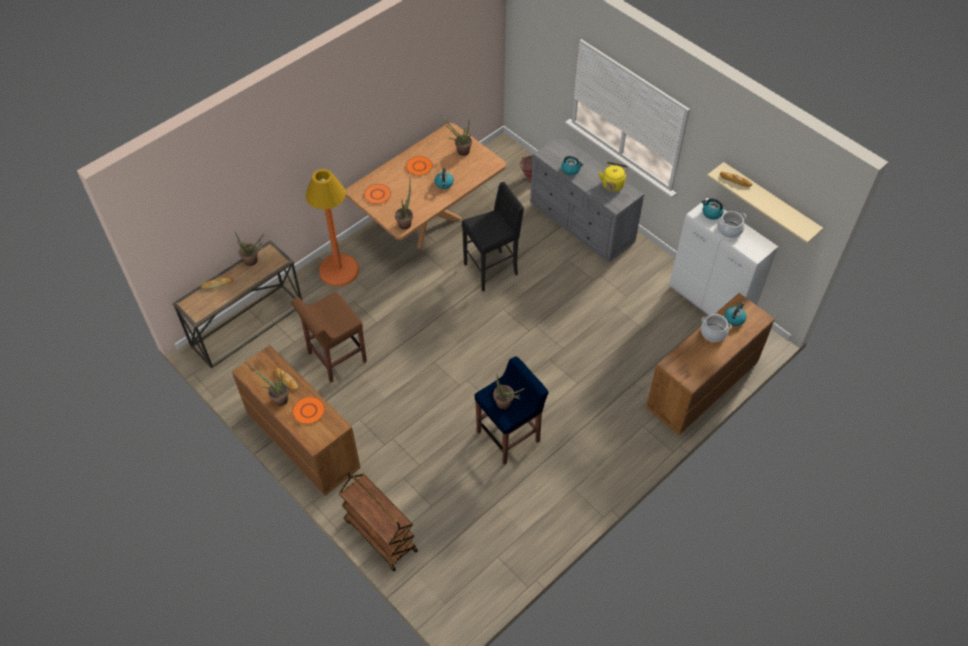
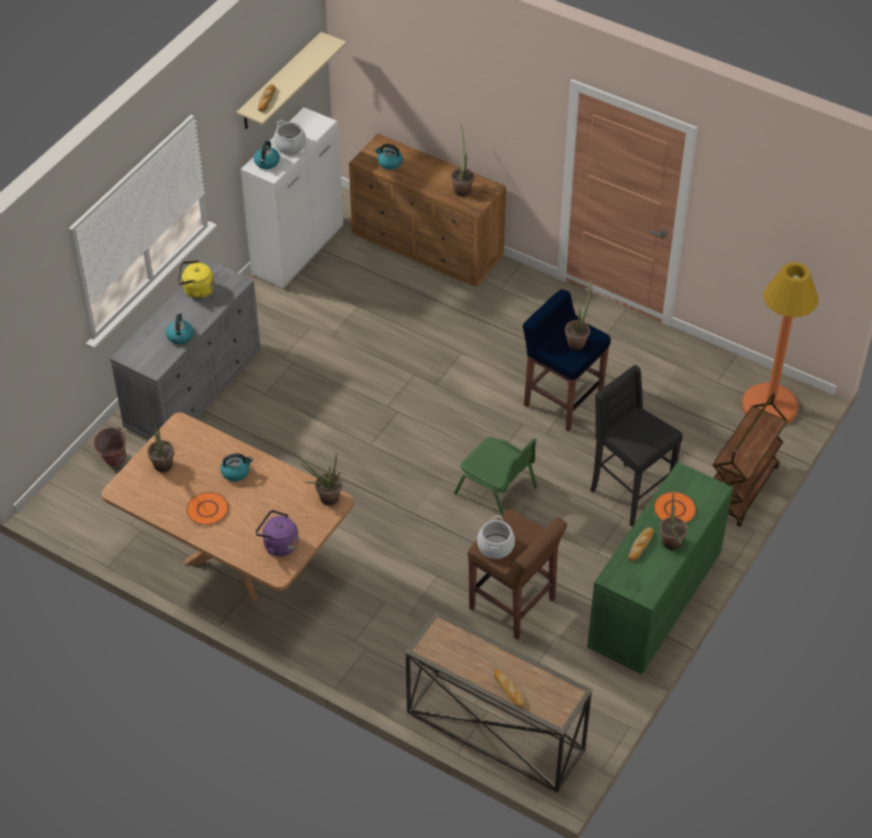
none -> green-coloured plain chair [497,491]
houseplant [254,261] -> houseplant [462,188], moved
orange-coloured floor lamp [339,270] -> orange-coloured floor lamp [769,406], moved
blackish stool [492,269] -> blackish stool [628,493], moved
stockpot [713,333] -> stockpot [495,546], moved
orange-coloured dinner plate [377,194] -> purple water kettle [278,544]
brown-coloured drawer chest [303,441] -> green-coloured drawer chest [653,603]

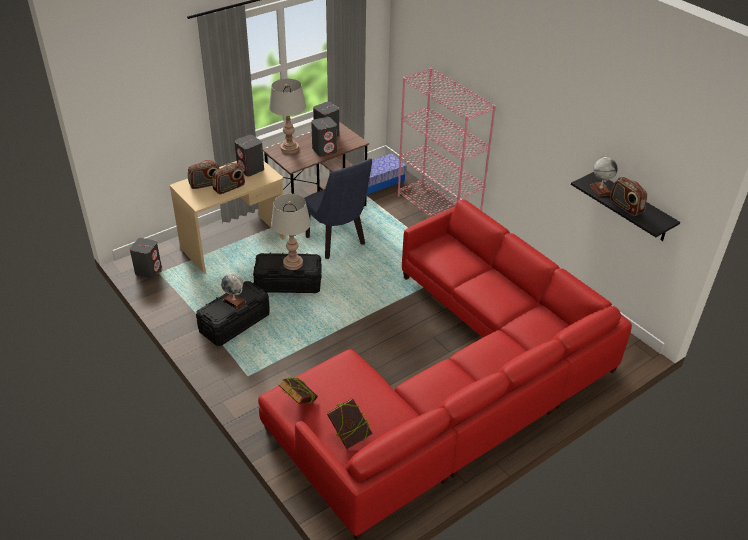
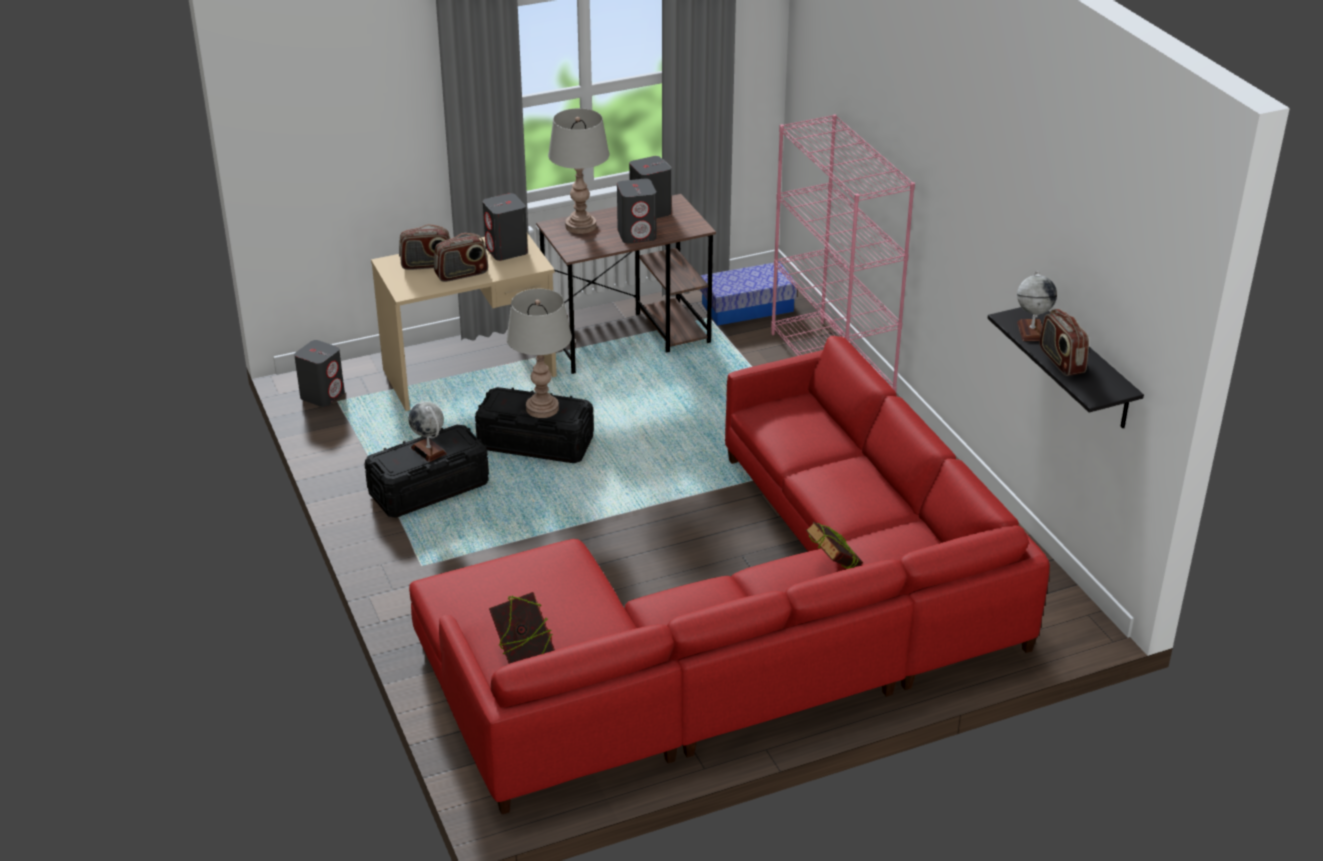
blue-coloured plain chair [338,243] -> none
bound book [299,403] -> bound book [832,569], moved

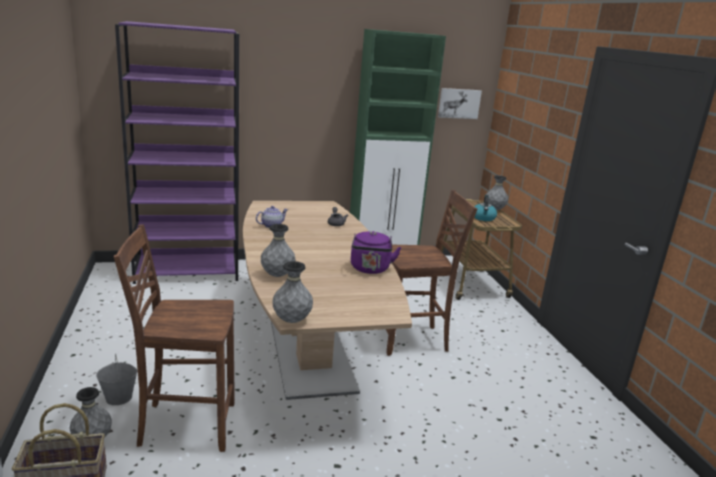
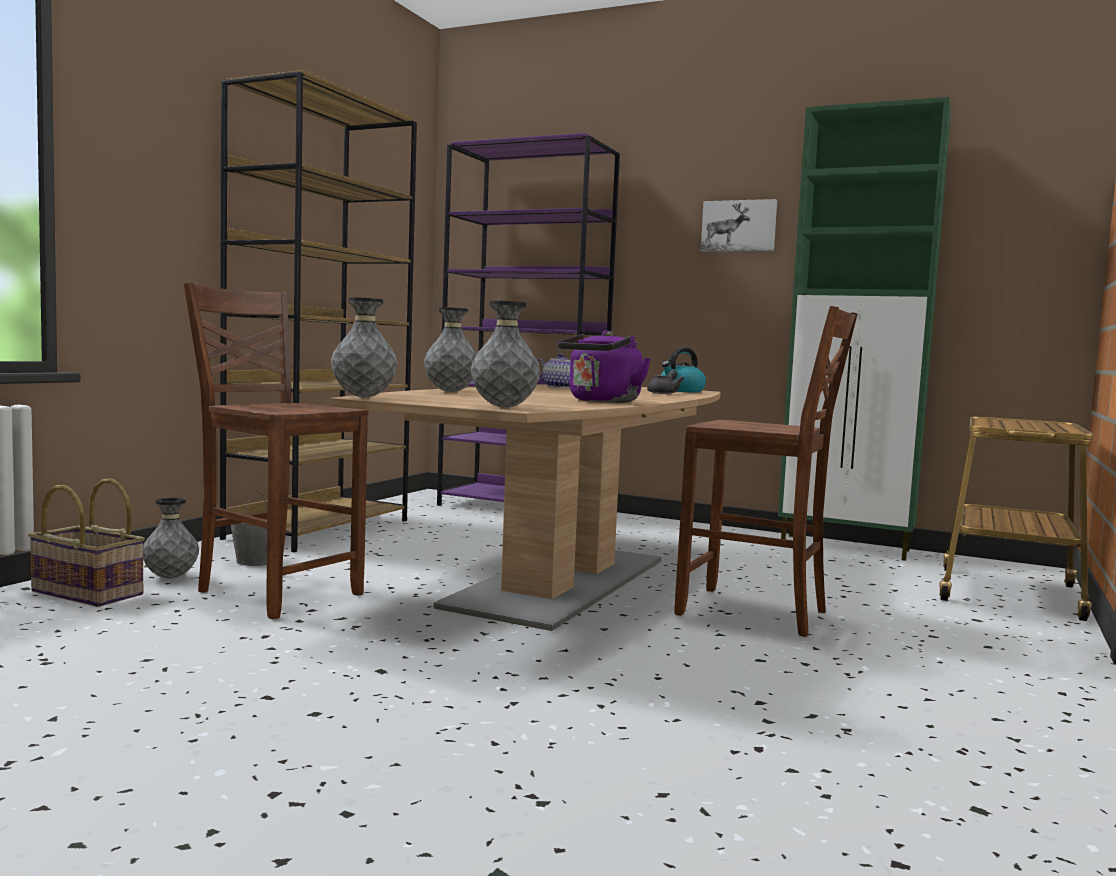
none -> brown-coloured bookshelf [319,529]
wall picture [458,103] -> wall picture [739,226], moved
water kettle [483,218] -> water kettle [681,391], moved
greyish vase [494,209] -> greyish vase [504,407], moved

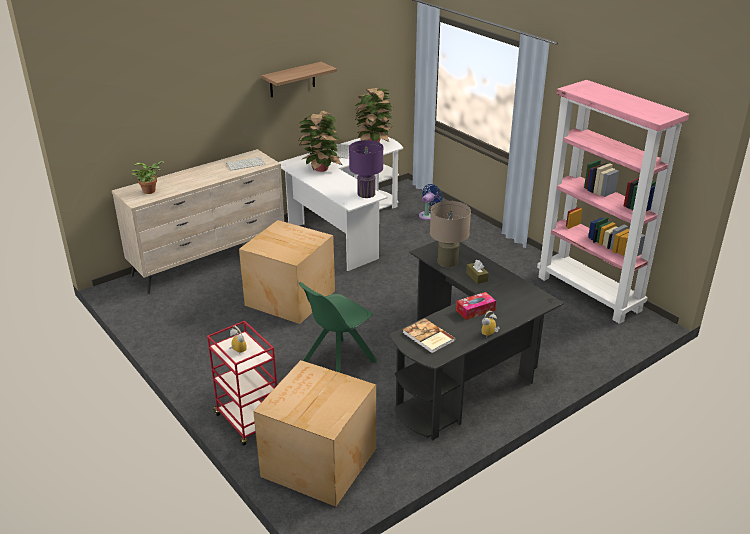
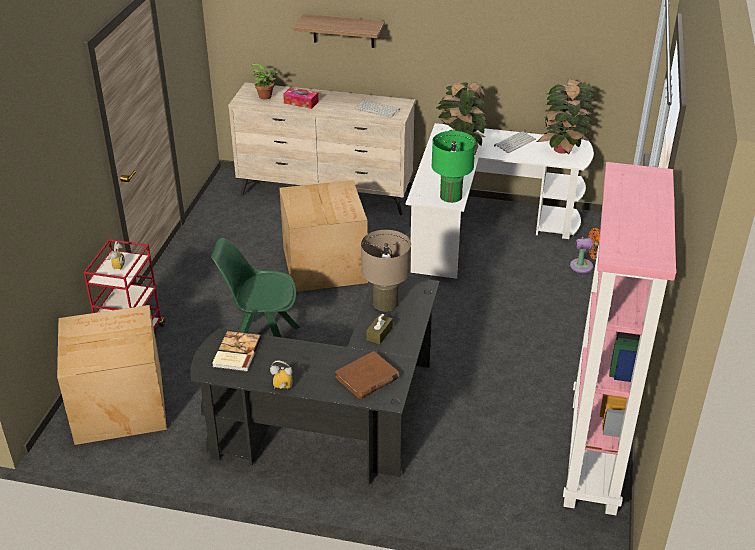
none -> brown-coloured bound book [367,378]
bracket shelf [292,80] -> bracket shelf [343,31], moved
box of tissues [475,310] -> box of tissues [301,102], moved
purple lamp for a table [366,194] -> green-coloured lamp for a table [451,196]
blue-coloured electric fan [428,215] -> orange-coloured electric fan [584,266]

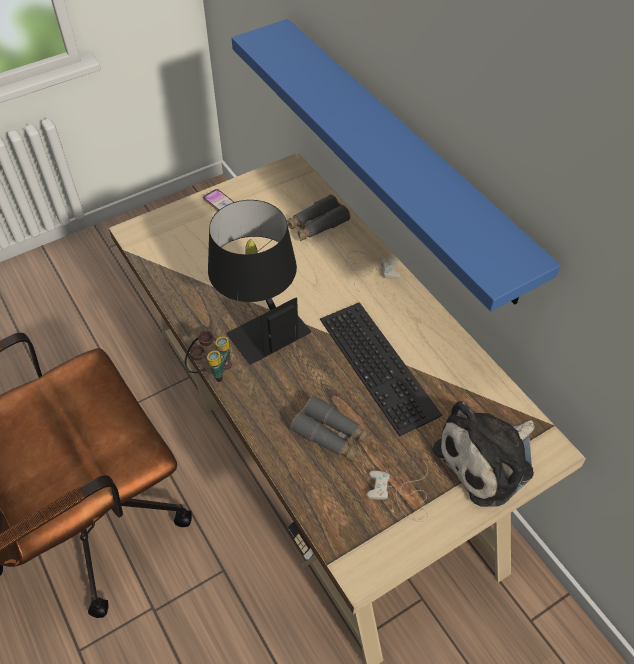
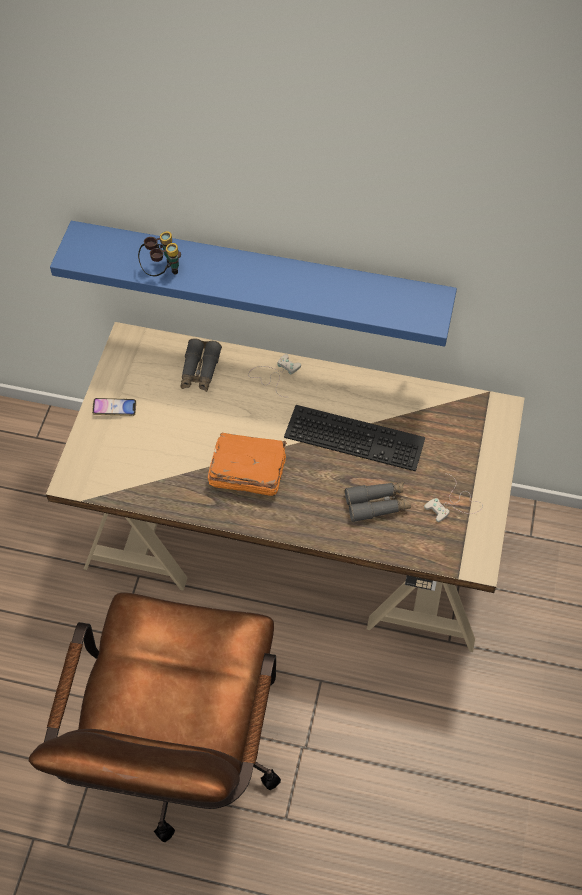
soft toy [488,459] -> none
field glasses [211,369] -> field glasses [162,271], moved
blackish lamp for a table [259,322] -> orange-coloured bound book [247,471]

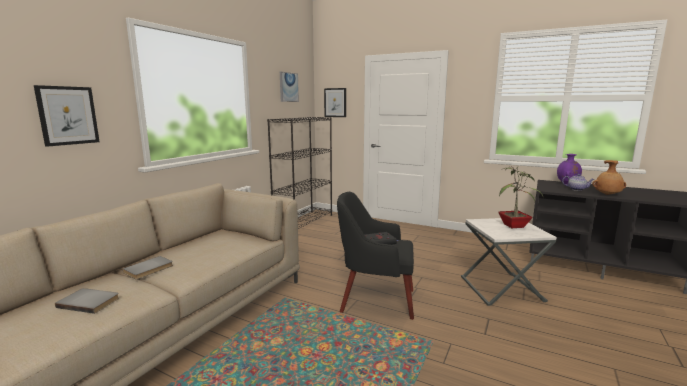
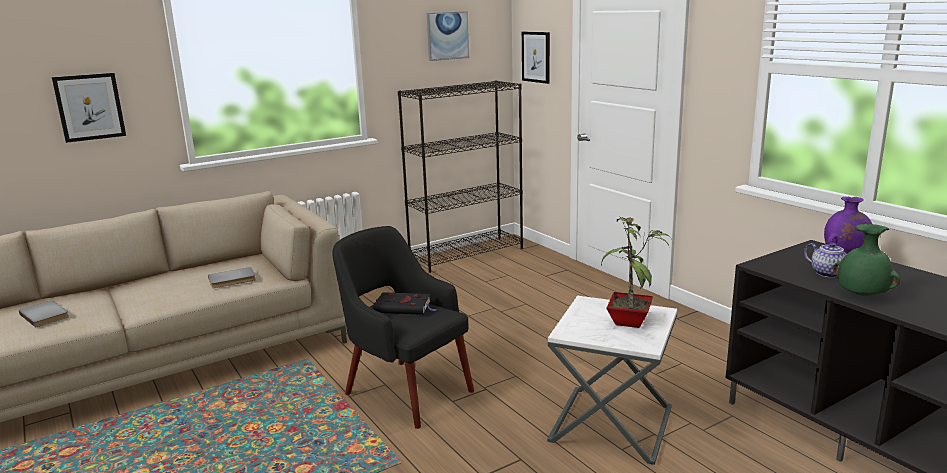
greyish bound book [149,269] -> greyish bound book [232,280], moved
brown-coloured vase [607,195] -> green-coloured vase [861,295]

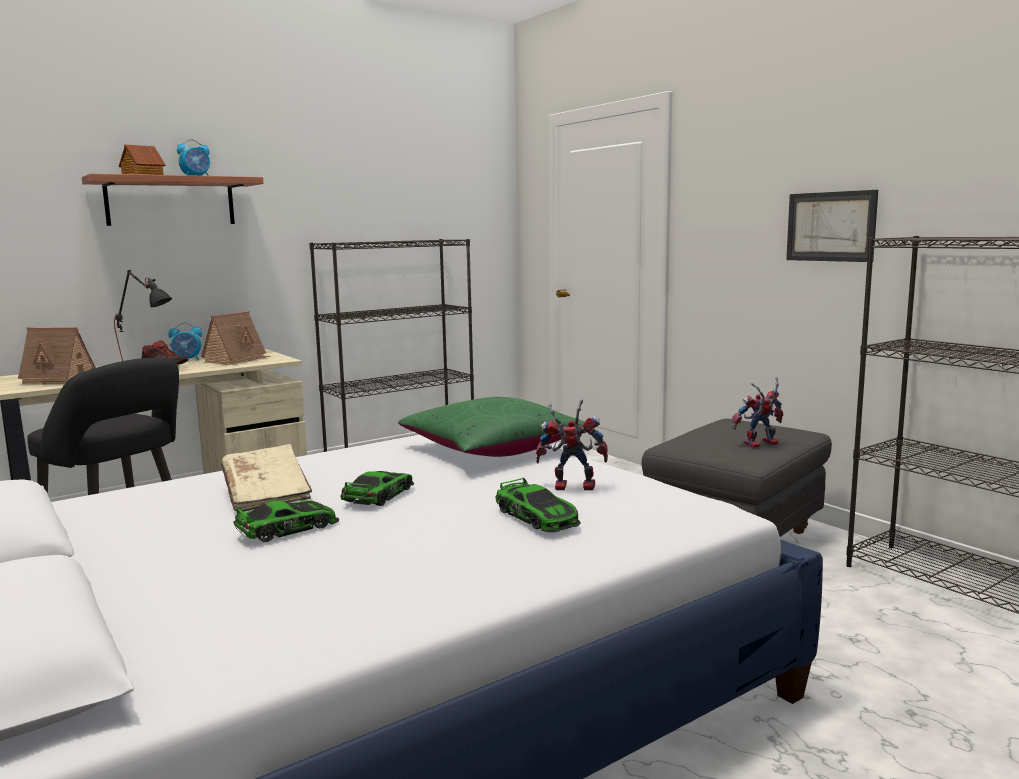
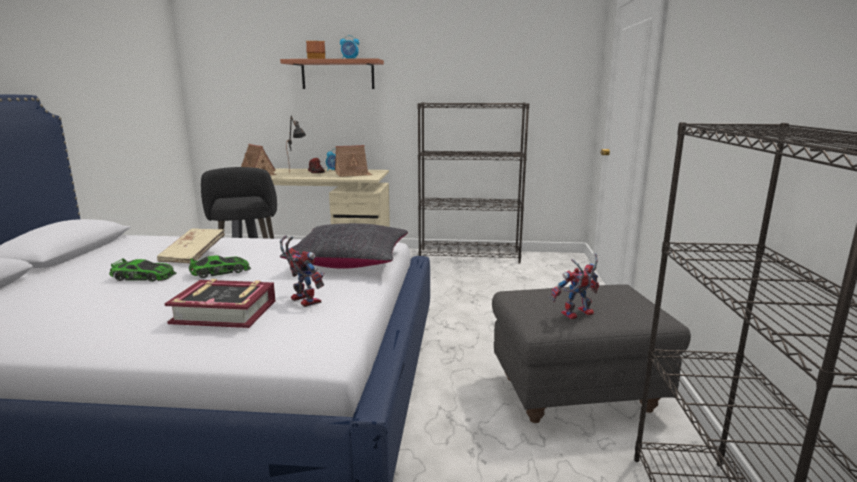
wall picture [830,226] -> none
toy car [537,516] -> bound book [225,312]
green-coloured pillow [493,449] -> blackish pillow [349,261]
robot figure [759,445] -> robot figure [576,315], 45 degrees counterclockwise

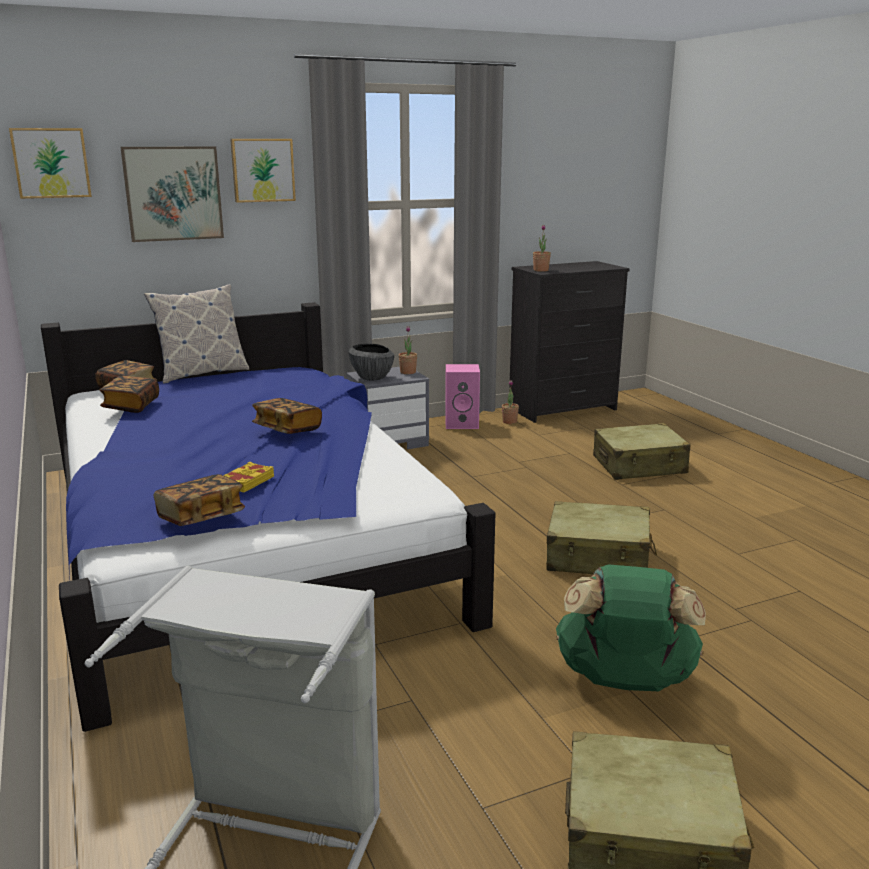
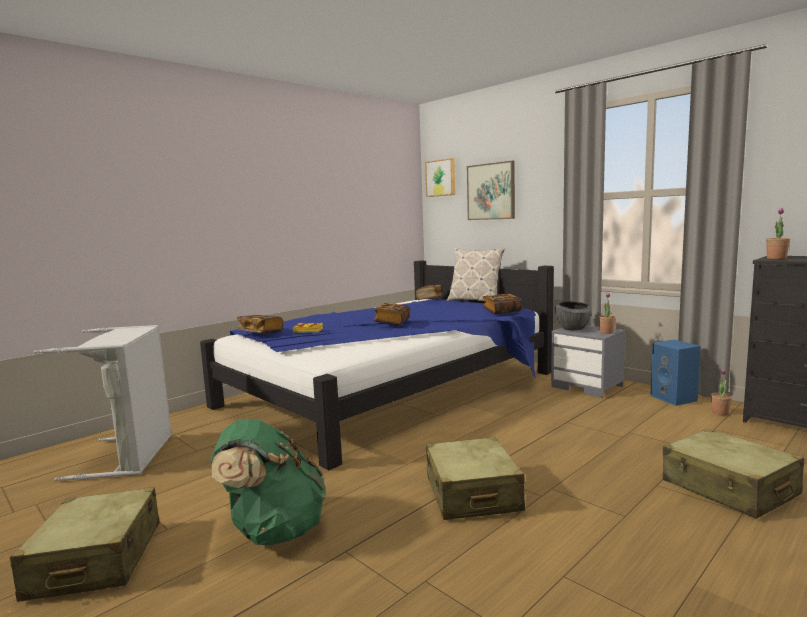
wall picture [262,170] -> none
bound book [131,406] -> bound book [501,311], moved
pinkish speaker [462,423] -> blue-coloured speaker [675,398]

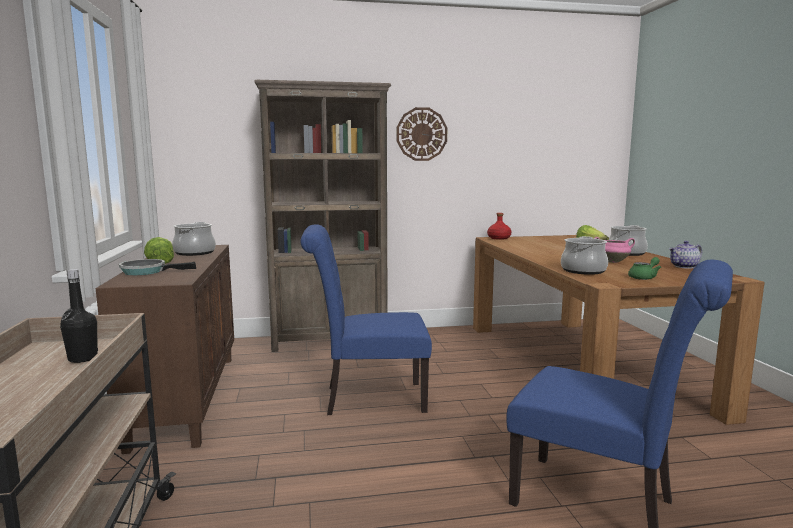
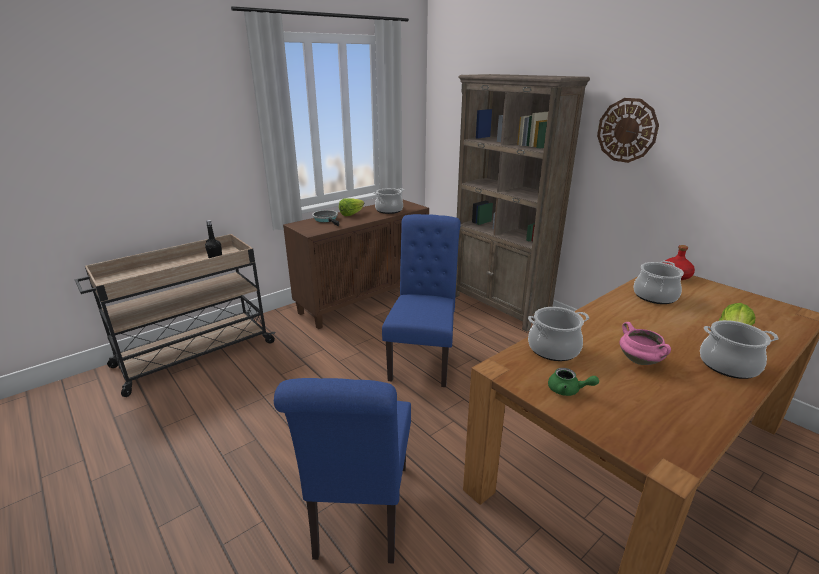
pot for tea [684,267] -> none
none -> stockpot [655,296]
blue-coloured plain chair [367,398] -> blue-coloured plain chair [423,357], 45 degrees clockwise

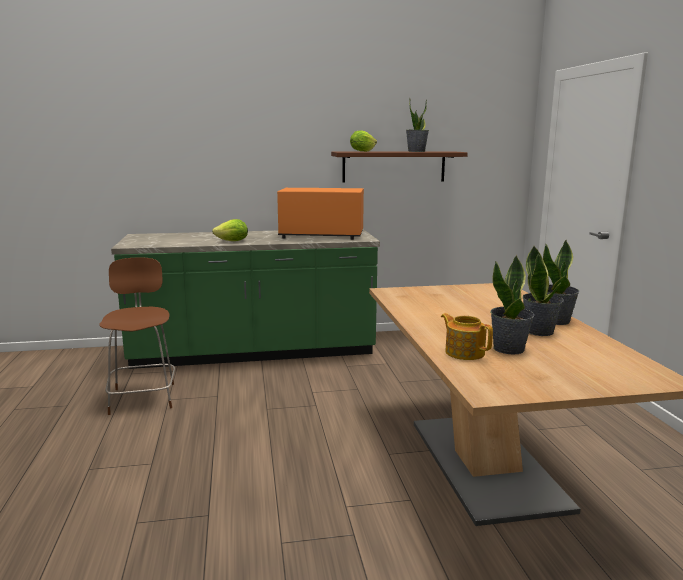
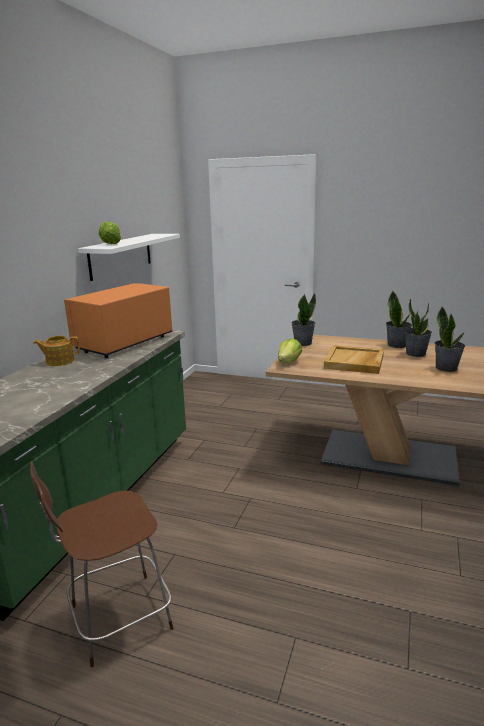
none -> beige carrying tray [354,362]
lettuce head [232,241] -> lettuce head [289,362], moved
houseplant [416,151] -> houseplant [302,343], moved
pot for tea [464,352] -> pot for tea [59,361], moved
brown-coloured bracket shelf [394,166] -> white-coloured bracket shelf [121,255]
brown-coloured plain chair [143,397] -> brown-coloured plain chair [117,619], 45 degrees counterclockwise

